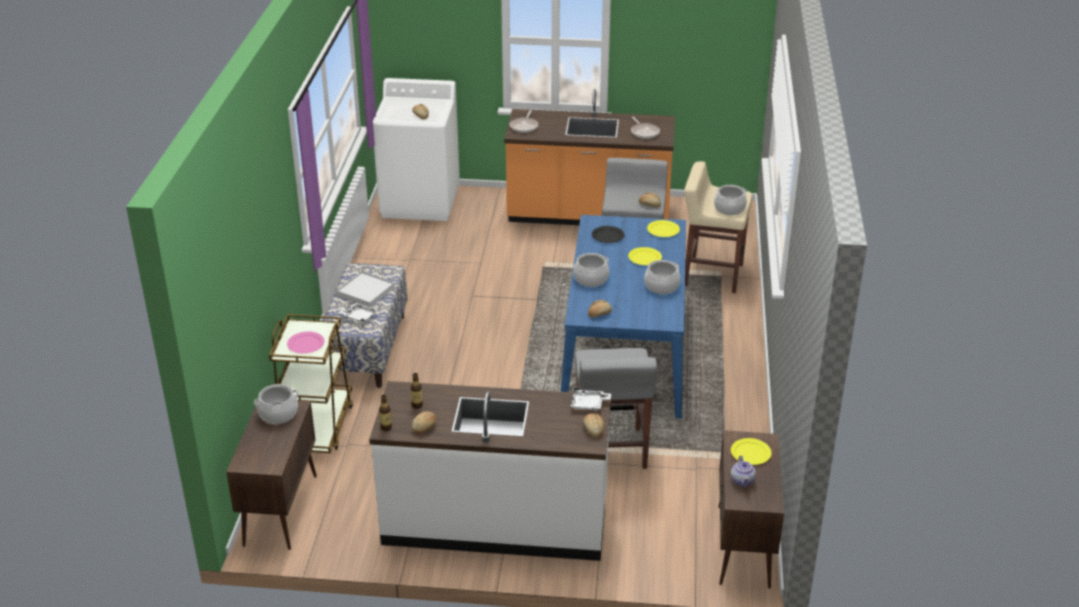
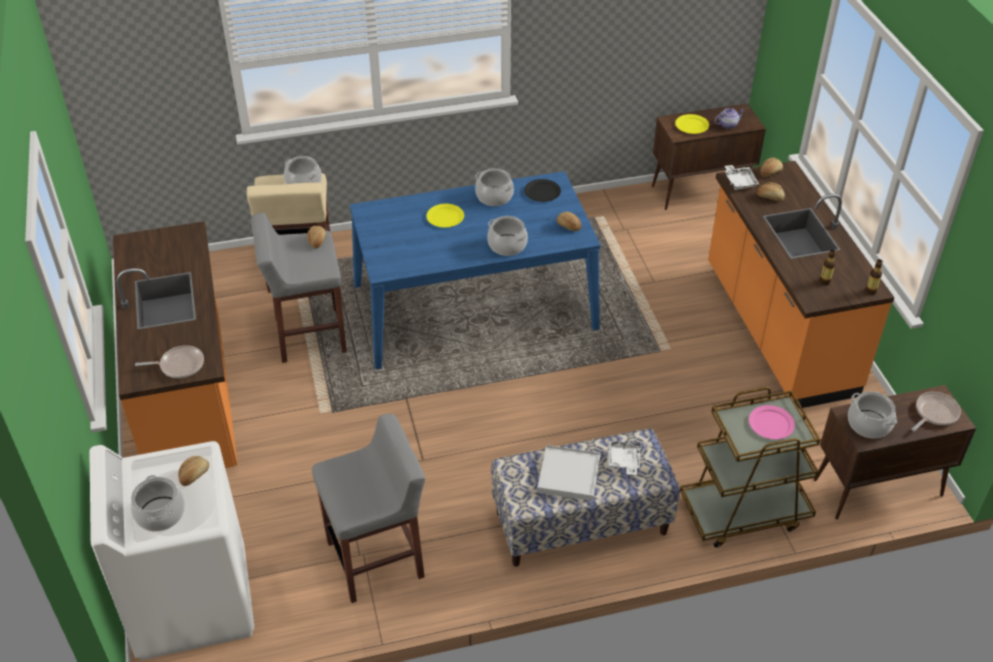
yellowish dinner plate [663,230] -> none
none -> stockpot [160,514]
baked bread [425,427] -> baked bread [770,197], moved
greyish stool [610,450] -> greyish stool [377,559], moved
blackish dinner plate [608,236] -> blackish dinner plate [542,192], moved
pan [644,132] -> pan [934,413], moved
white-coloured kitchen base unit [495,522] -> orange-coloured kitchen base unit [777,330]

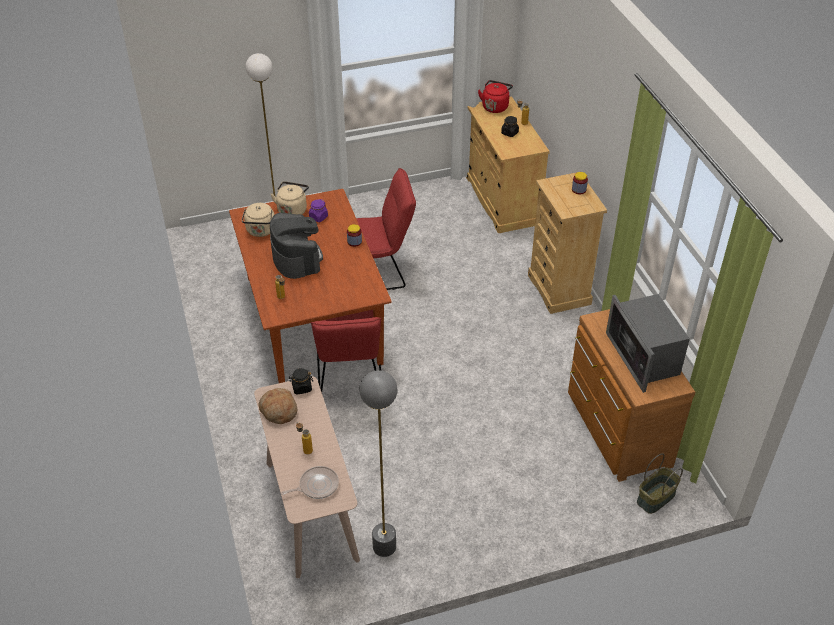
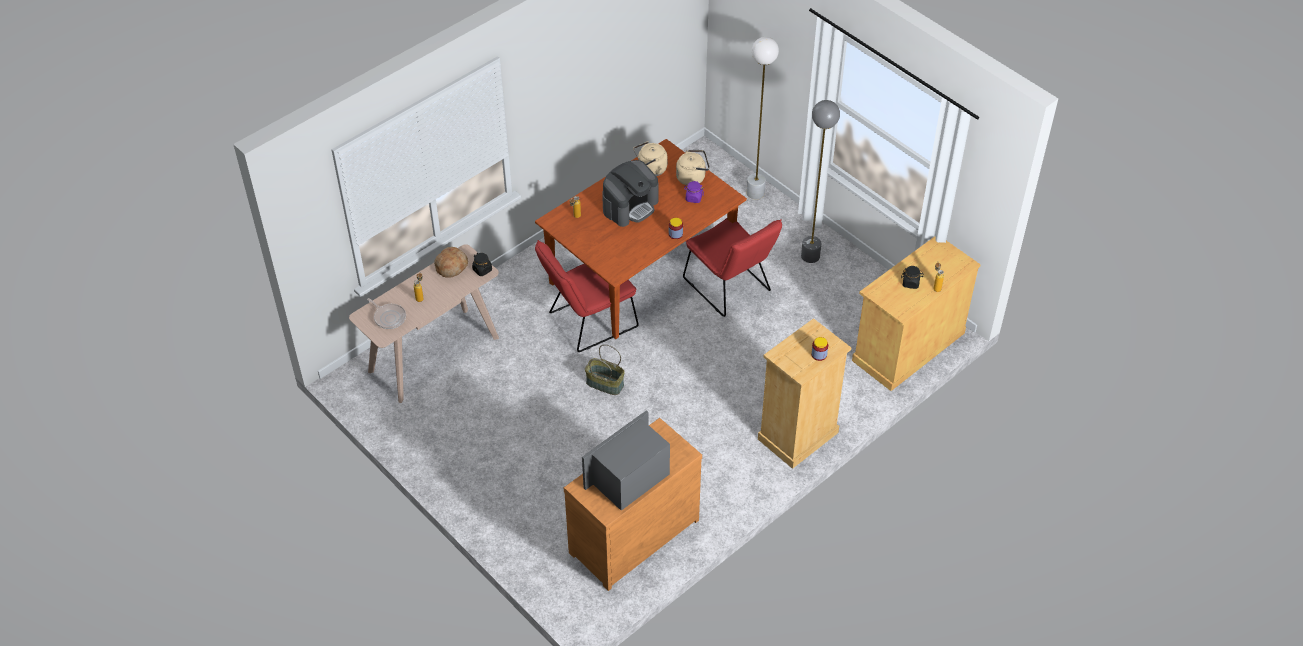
red water kettle [495,106] -> none
greyish floor lamp [384,547] -> greyish floor lamp [810,256], moved
basket [656,498] -> basket [604,384], moved

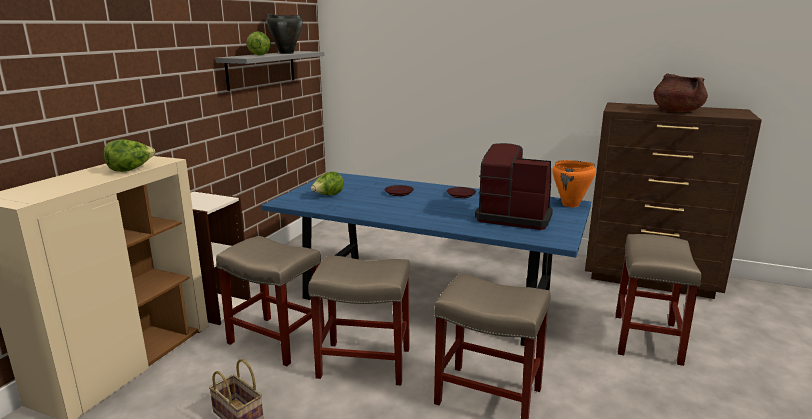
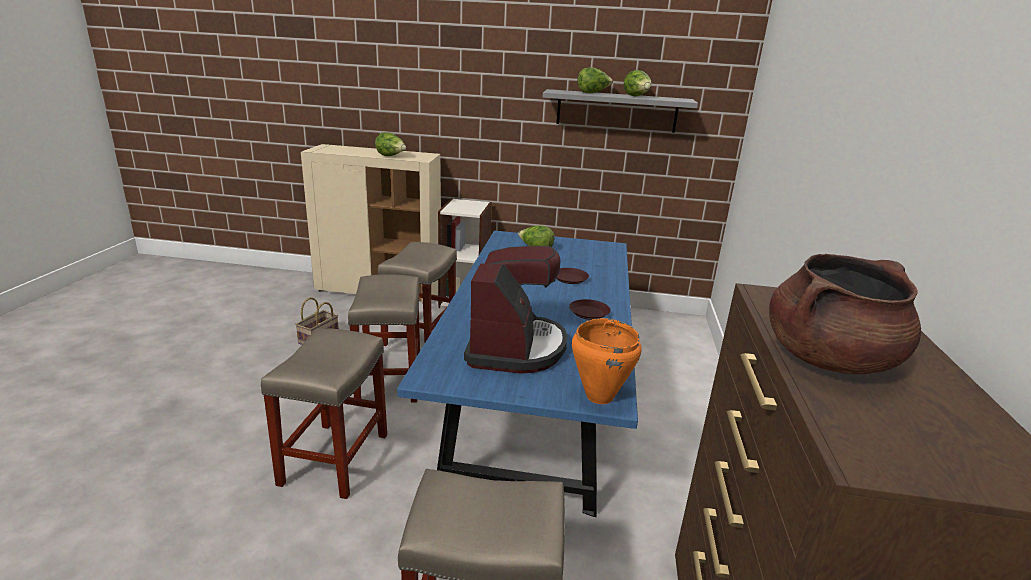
blackish stockpot [286,53] -> lettuce head [636,96]

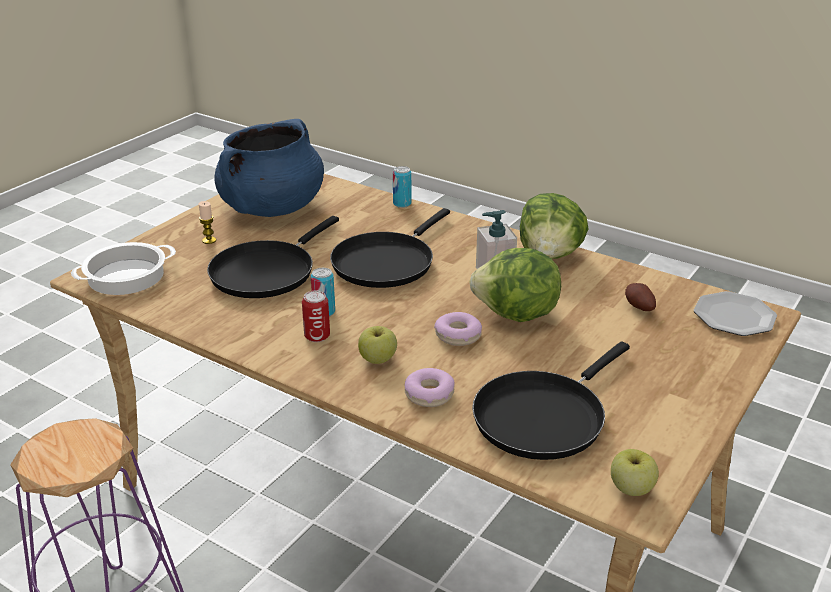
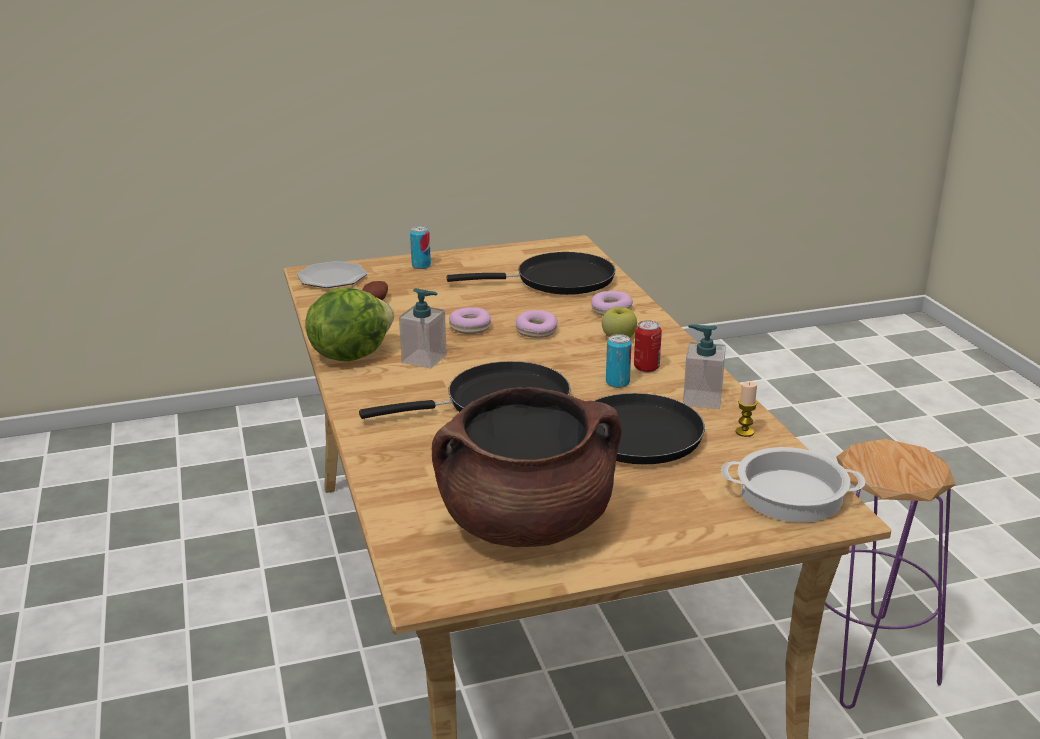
apple [631,489] -> none
none -> soap dispenser [702,399]
wax light [209,240] -> wax light [744,432], moved
metal can [402,204] -> metal can [421,266], moved
lettuce head [516,315] -> doughnut [470,327]
blue-coloured stockpot [272,208] -> brown-coloured stockpot [526,524]

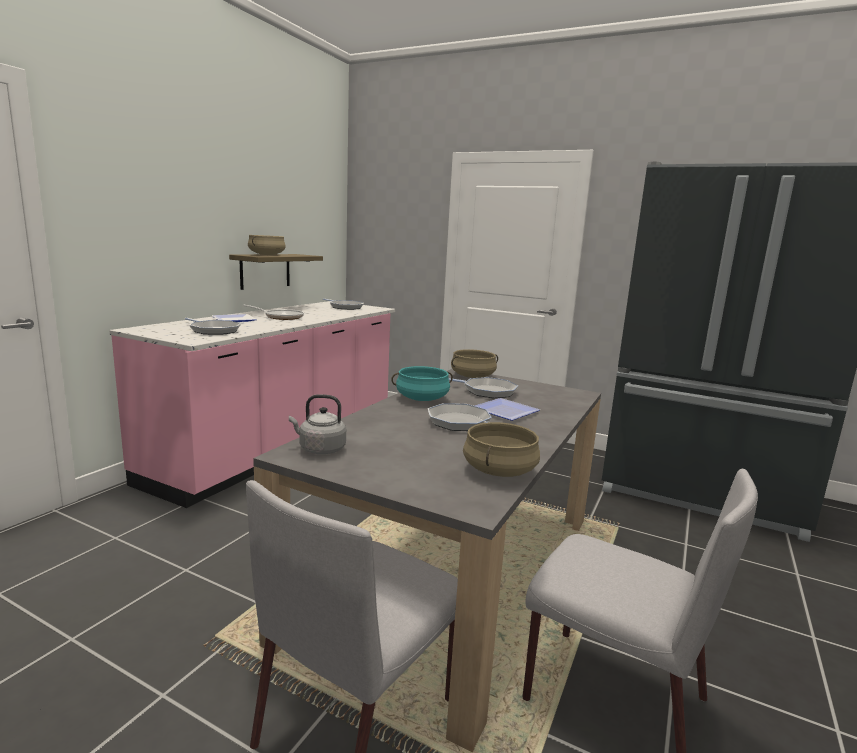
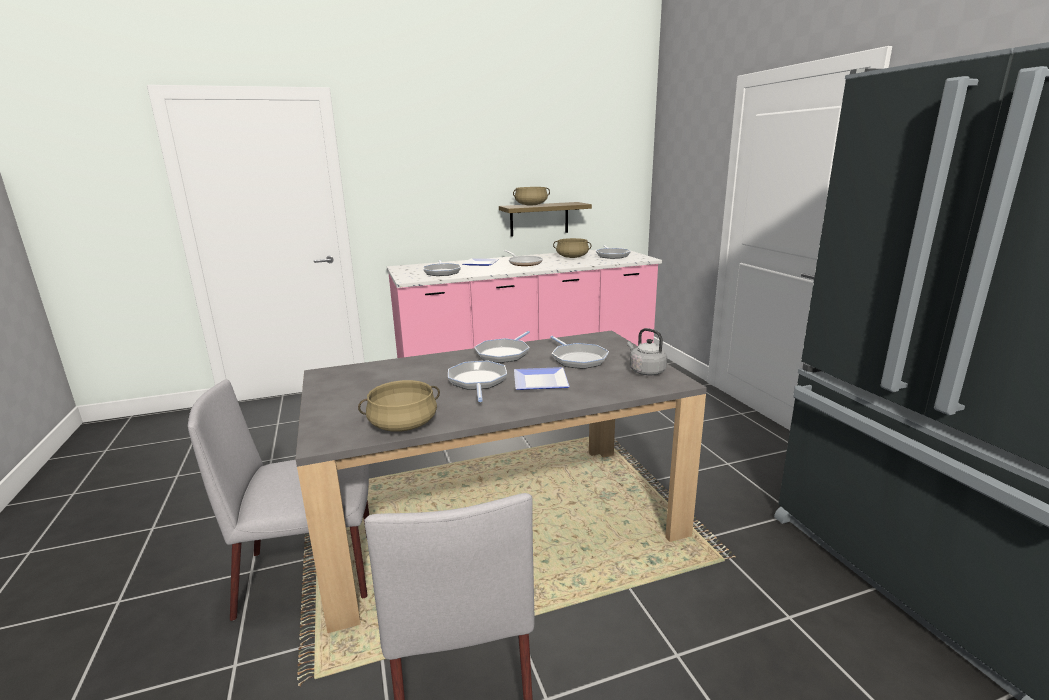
greyish water kettle [320,449] -> greyish water kettle [645,371], moved
beige stockpot [472,376] -> beige stockpot [572,257], moved
turquoise stockpot [422,398] -> pan [504,353]

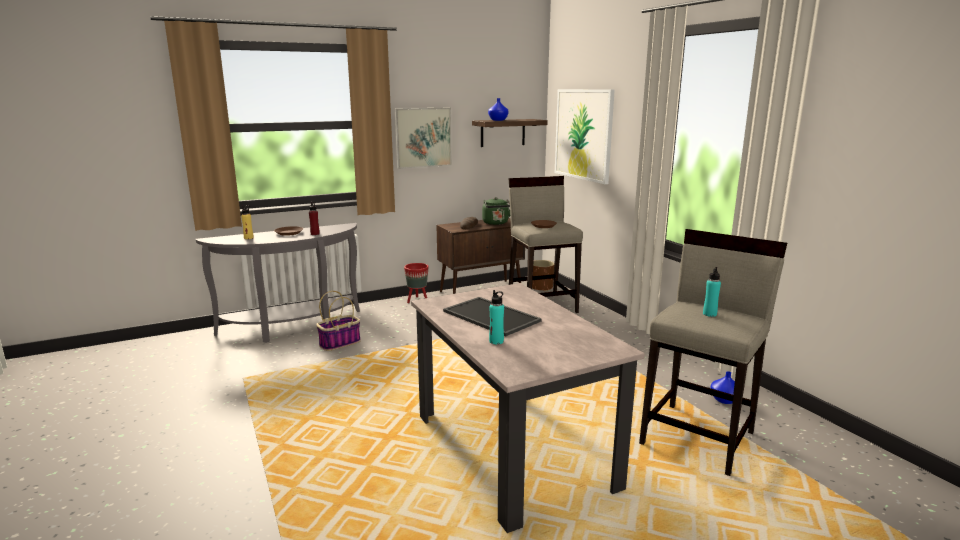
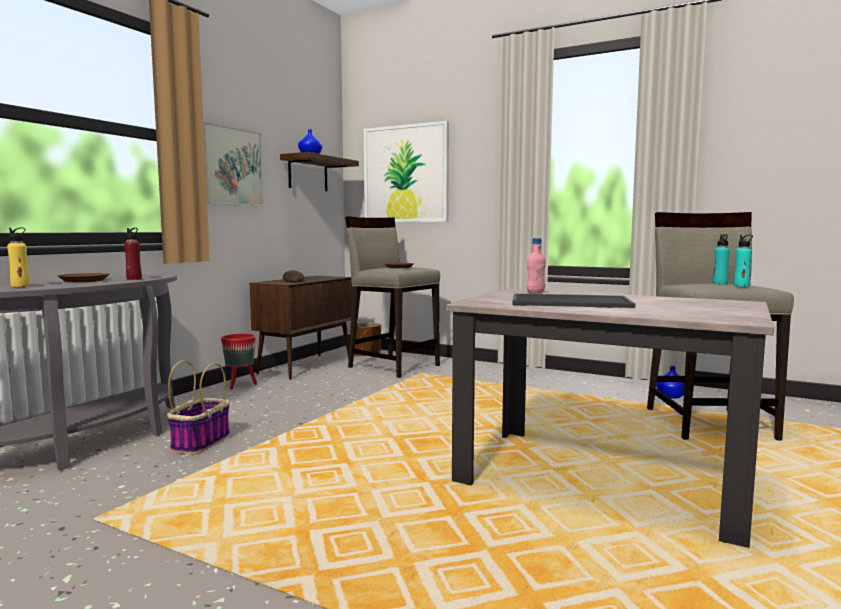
green-coloured water kettle [496,223] -> none
none -> pinkish drink bottle [535,293]
turquoise drink bottle [496,341] -> turquoise drink bottle [741,286], moved

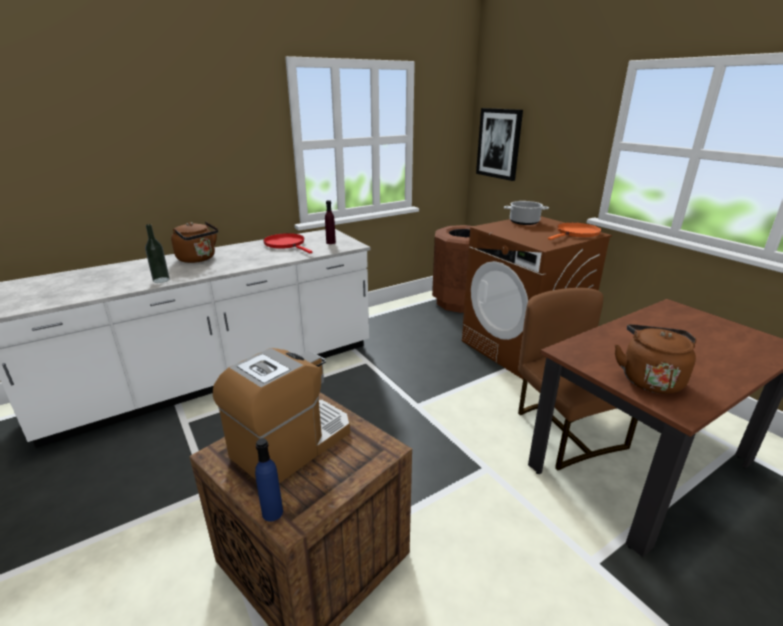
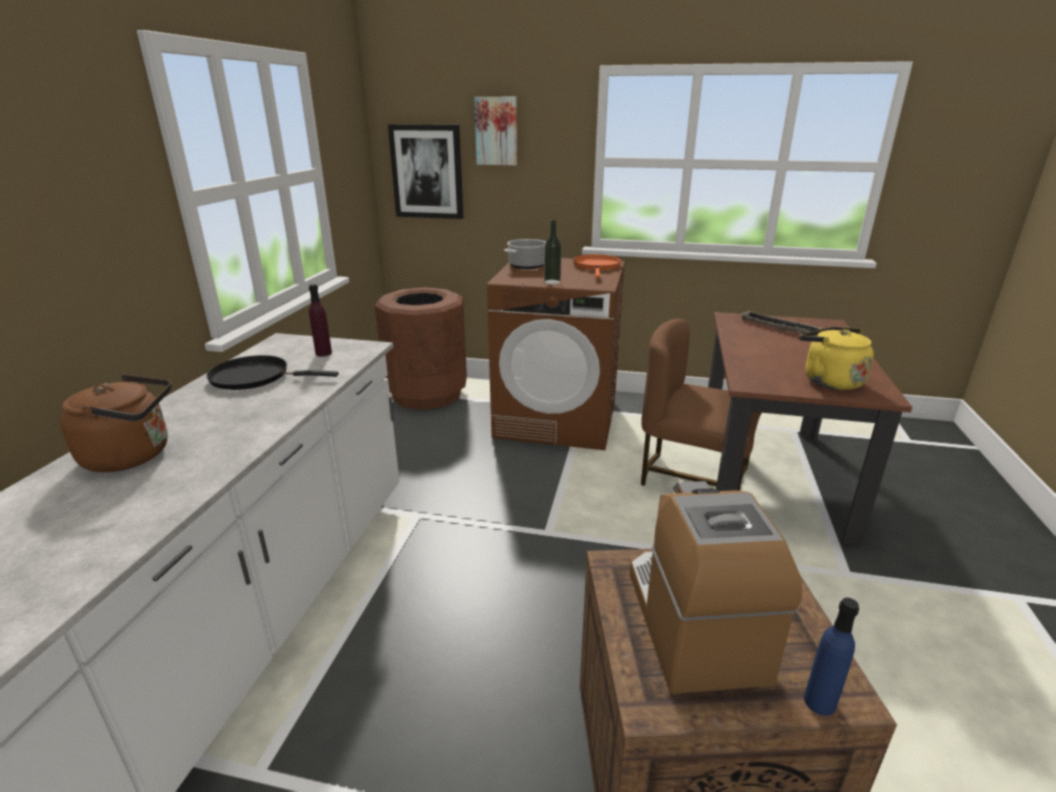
none -> wall picture [496,131]
none -> carrying tray [780,328]
drink bottle [161,280] -> drink bottle [552,282], moved
red pan [286,244] -> blackish pan [255,377]
brown-coloured water kettle [649,379] -> yellowish water kettle [828,381]

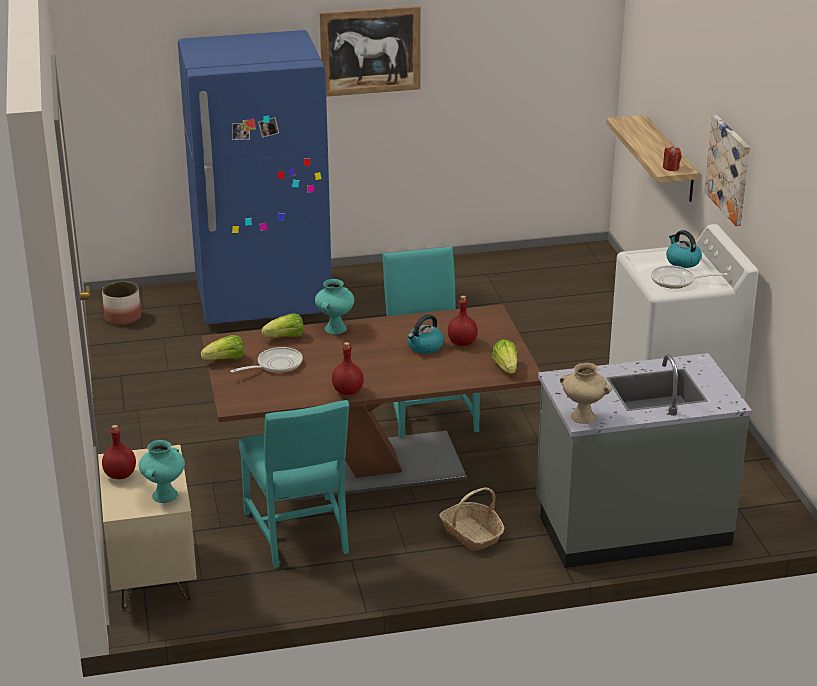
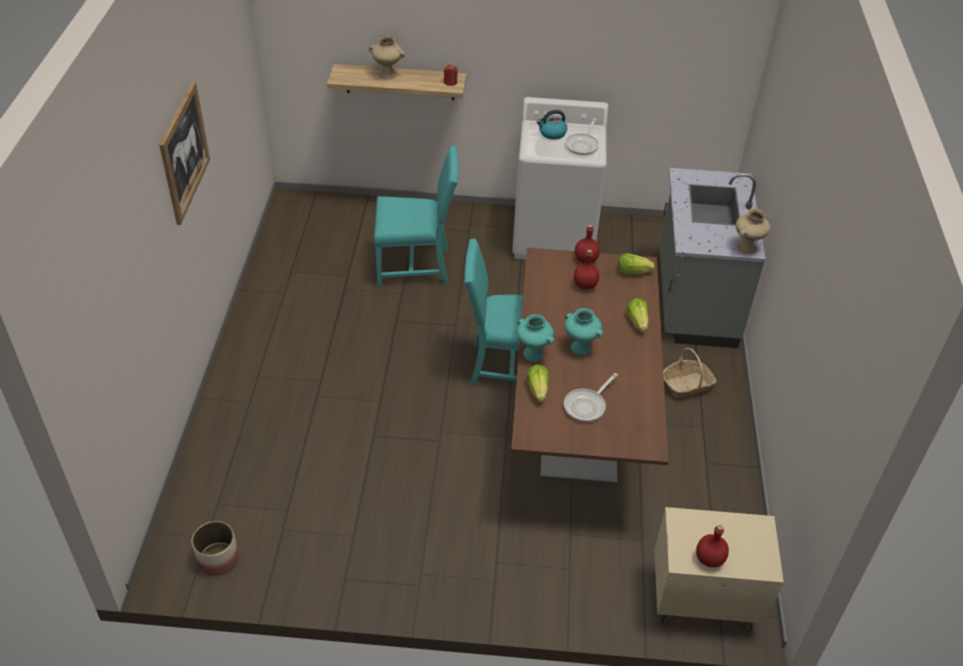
blue-coloured fridge [263,300] -> none
water kettle [425,347] -> none
wall picture [729,169] -> none
none -> beige vase [388,74]
turquoise vase [164,495] -> turquoise vase [579,347], moved
lettuce head [225,360] -> lettuce head [637,322], moved
turquoise plain chair [300,533] -> turquoise plain chair [416,266], moved
red drink bottle [348,391] -> red drink bottle [585,259], moved
pan [276,365] -> pan [587,406], 120 degrees counterclockwise

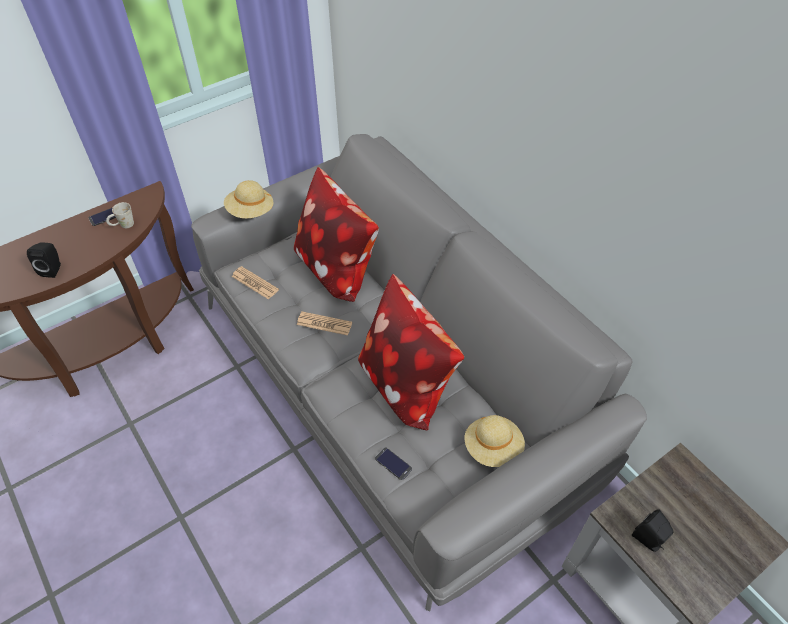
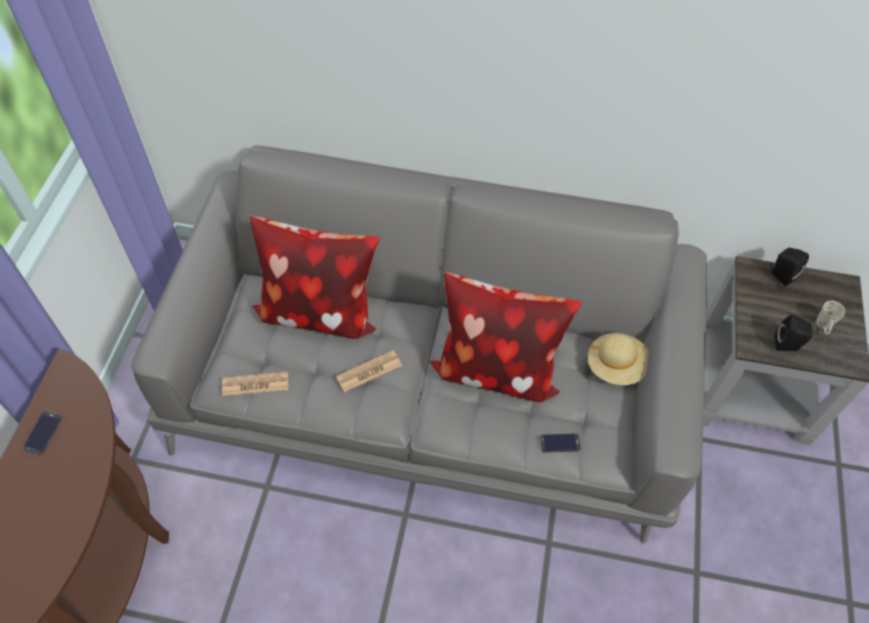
beige wearable hat [250,211] -> none
blackish speaker [53,269] -> blackish speaker [781,275], moved
white-coloured tea mug [123,225] -> white-coloured tea mug [824,327], moved

